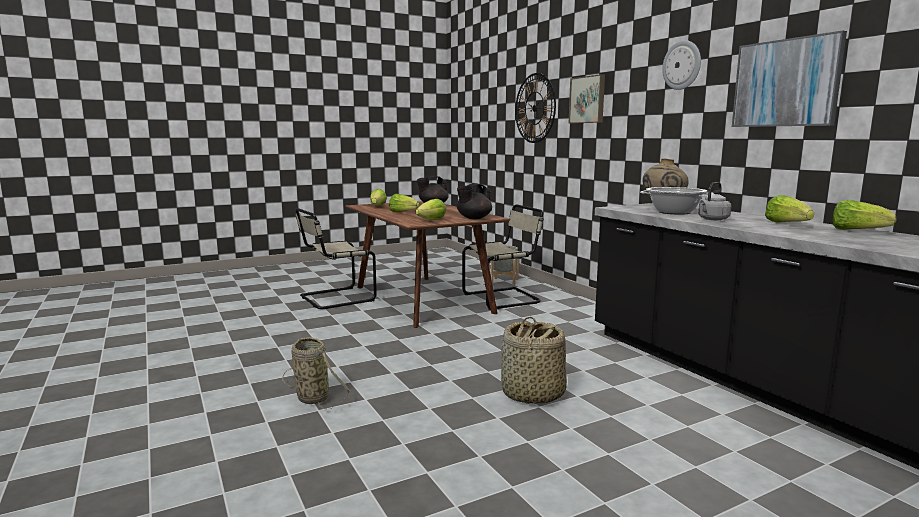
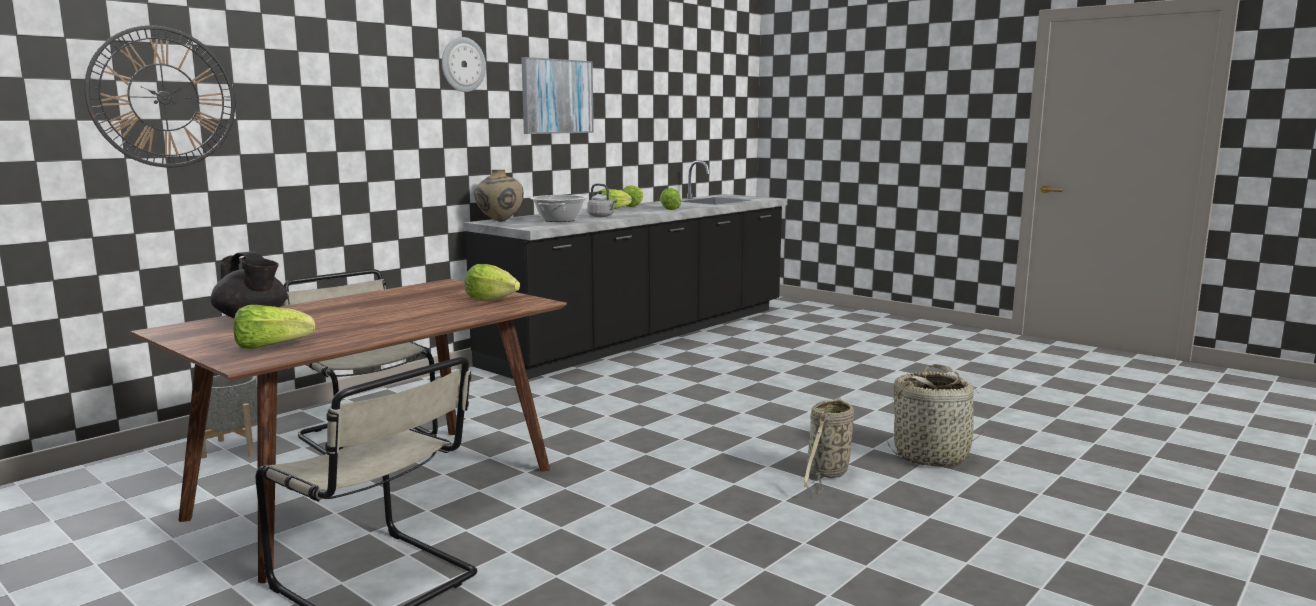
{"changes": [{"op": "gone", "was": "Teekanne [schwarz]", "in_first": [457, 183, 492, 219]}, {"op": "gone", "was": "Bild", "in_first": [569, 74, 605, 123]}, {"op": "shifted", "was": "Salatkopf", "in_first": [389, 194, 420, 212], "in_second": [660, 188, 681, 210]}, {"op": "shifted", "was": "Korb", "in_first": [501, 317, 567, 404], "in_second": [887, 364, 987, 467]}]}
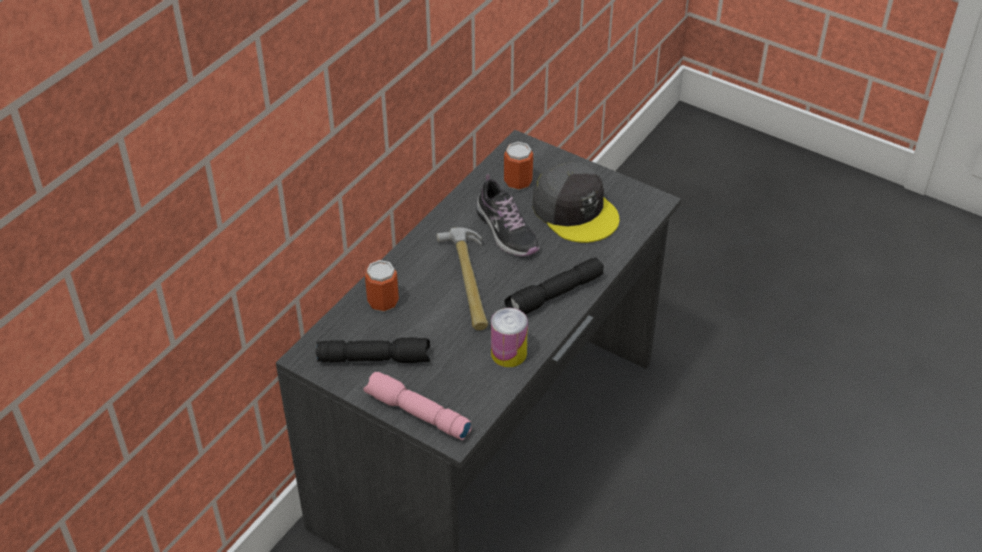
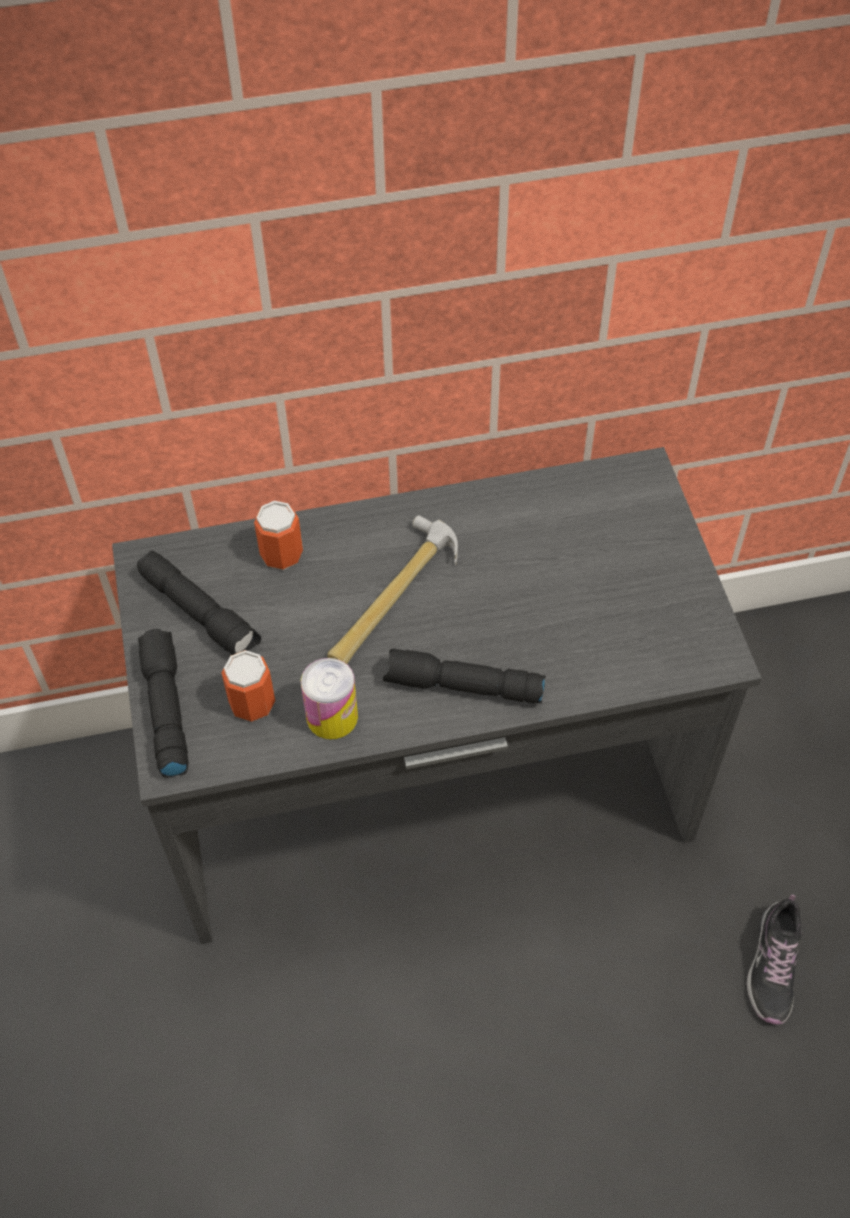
{"changes": [{"op": "gone", "was": "Kappe [grau]", "in_first": [532, 162, 620, 243]}, {"op": "shifted", "was": "Schuh", "in_first": [476, 174, 540, 256], "in_second": [747, 894, 801, 1025]}, {"op": "shifted", "was": "Dose", "in_first": [504, 142, 533, 190], "in_second": [222, 650, 275, 722]}, {"op": "repainted", "was": "Taschenlampe [rosa]", "now": "Taschenlampe [schwarz]", "in_first": [363, 372, 471, 440], "in_second": [138, 629, 189, 778]}]}
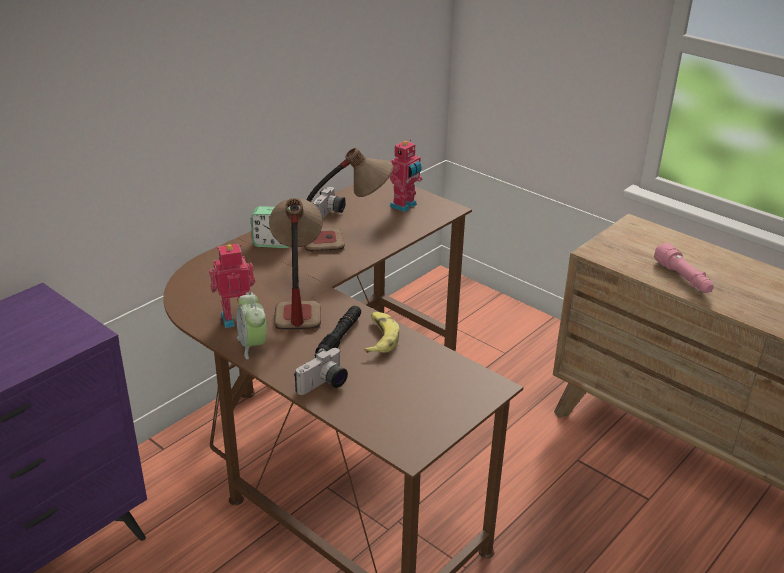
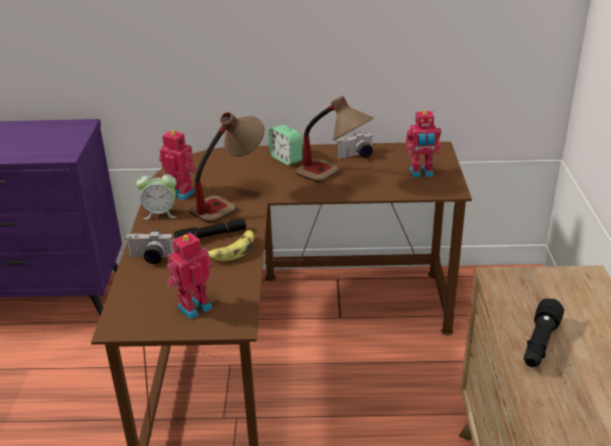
{"changes": [{"op": "new", "now": "Spielzeugroboter", "in_second": [167, 232, 213, 319]}, {"op": "repainted", "was": "Taschenlampe [rosa]", "now": "Taschenlampe [schwarz]", "in_first": [654, 242, 714, 293], "in_second": [524, 298, 564, 367]}, {"op": "rotated", "was": "Wecker", "in_first": [236, 292, 267, 359], "in_second": [136, 169, 177, 219], "clockwise": -120}]}
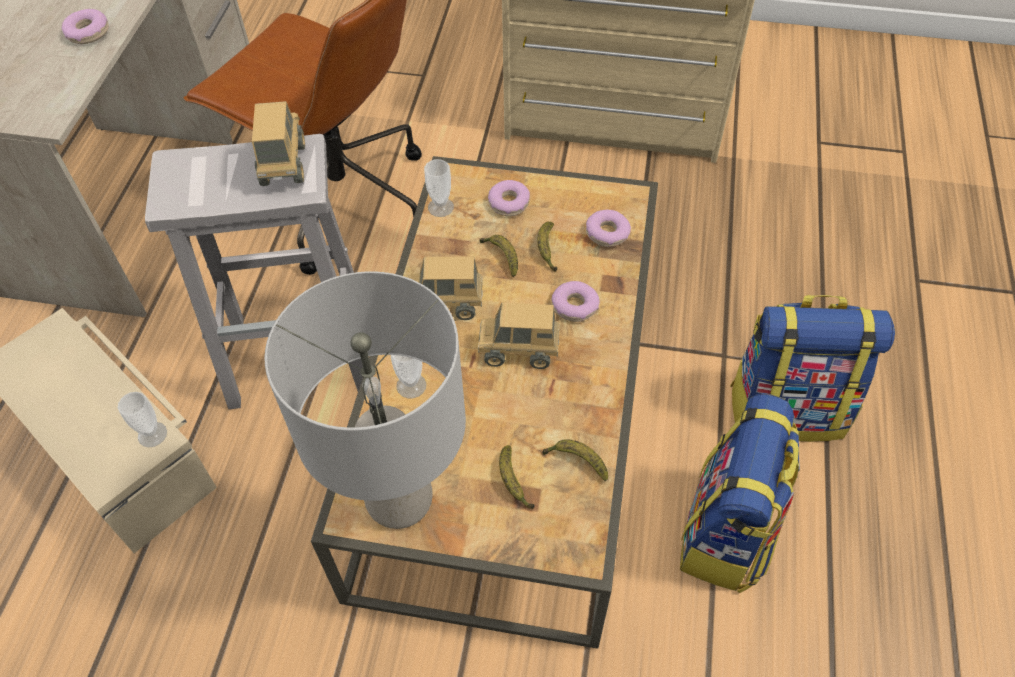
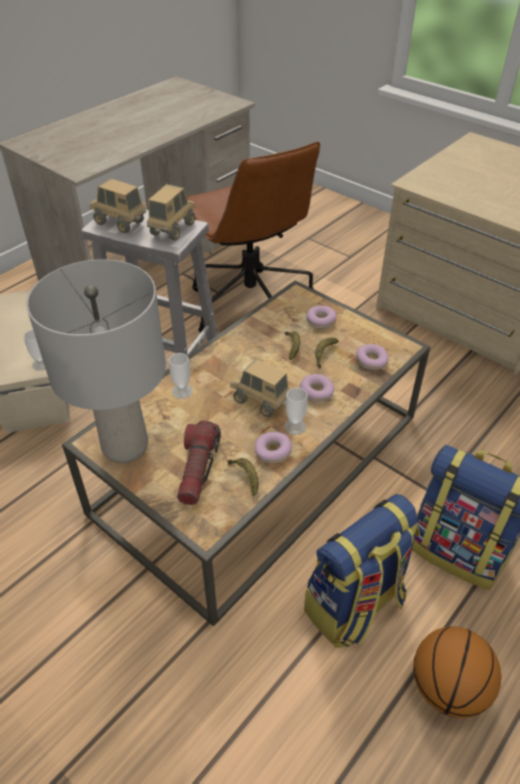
{"changes": [{"op": "new", "now": "Basketball", "in_second": [413, 626, 501, 718]}, {"op": "shifted", "was": "Donut", "in_first": [62, 9, 109, 44], "in_second": [255, 432, 292, 463]}, {"op": "shifted", "was": "Spielzeuglaster", "in_first": [406, 256, 483, 320], "in_second": [89, 178, 146, 233]}, {"op": "shifted", "was": "Tasse", "in_first": [424, 159, 454, 217], "in_second": [284, 387, 308, 435]}, {"op": "swapped", "was": "Banane", "now": "Taschenlampe", "in_first": [499, 445, 535, 509], "in_second": [177, 420, 221, 505]}]}
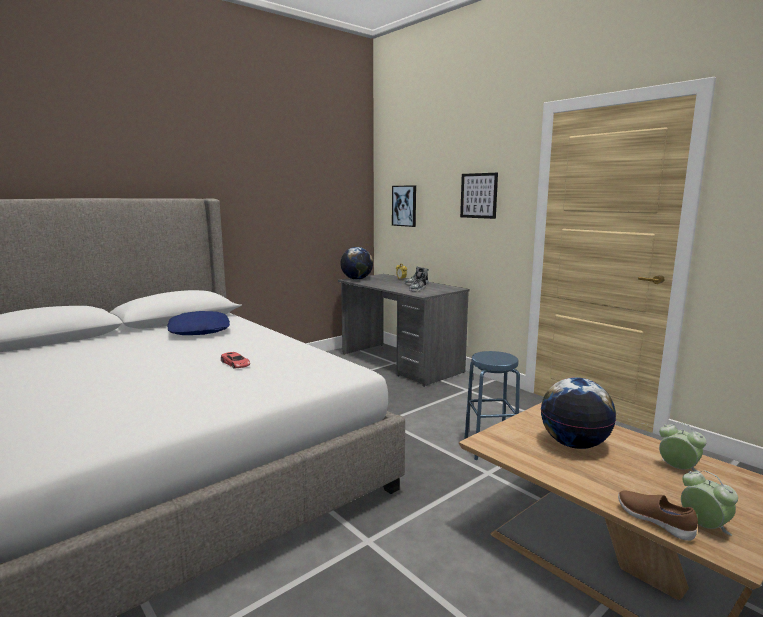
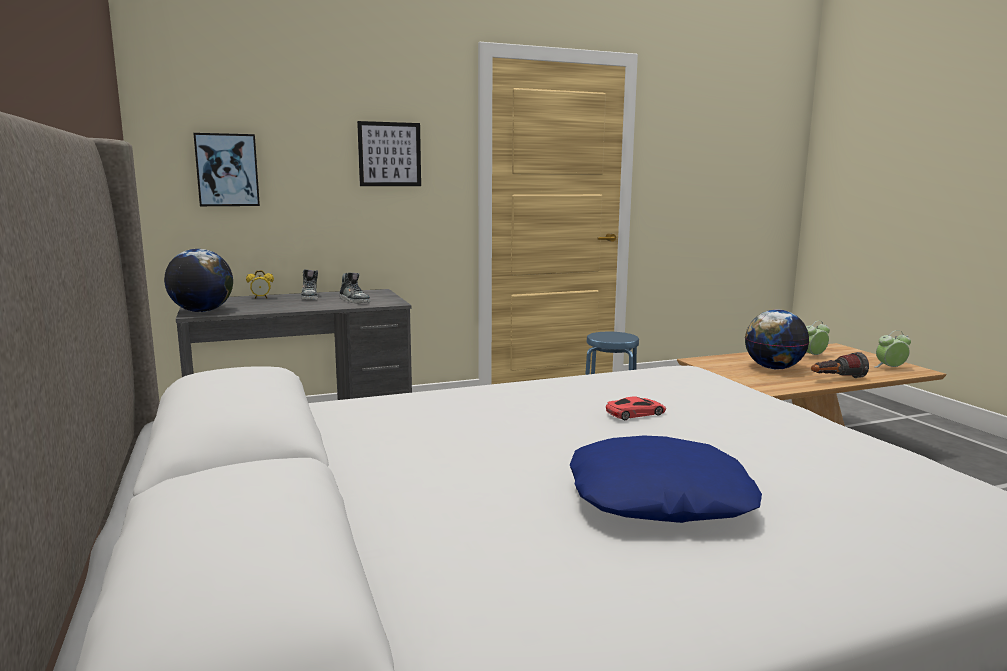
{"changes": [{"op": "gone", "was": "Schuh [braun]", "in_first": [618, 490, 698, 541]}, {"op": "new", "now": "Taschenlampe", "in_second": [811, 352, 869, 378]}, {"op": "shifted", "was": "Kissen [blau]", "in_first": [167, 311, 230, 335], "in_second": [570, 435, 762, 523]}]}
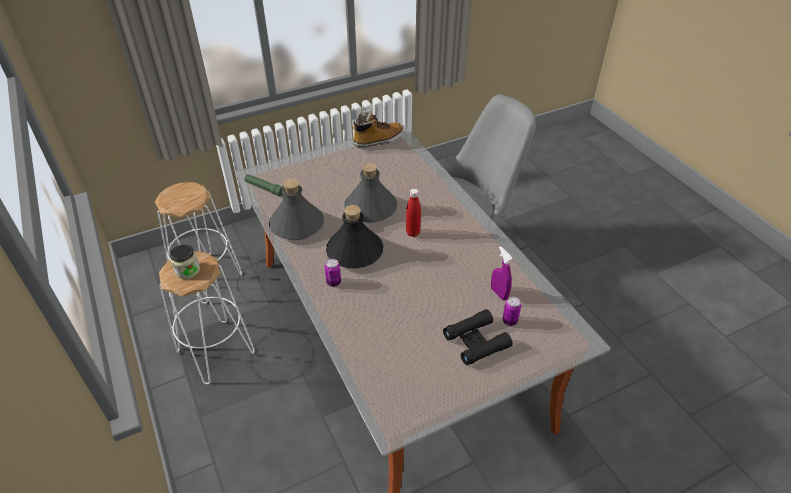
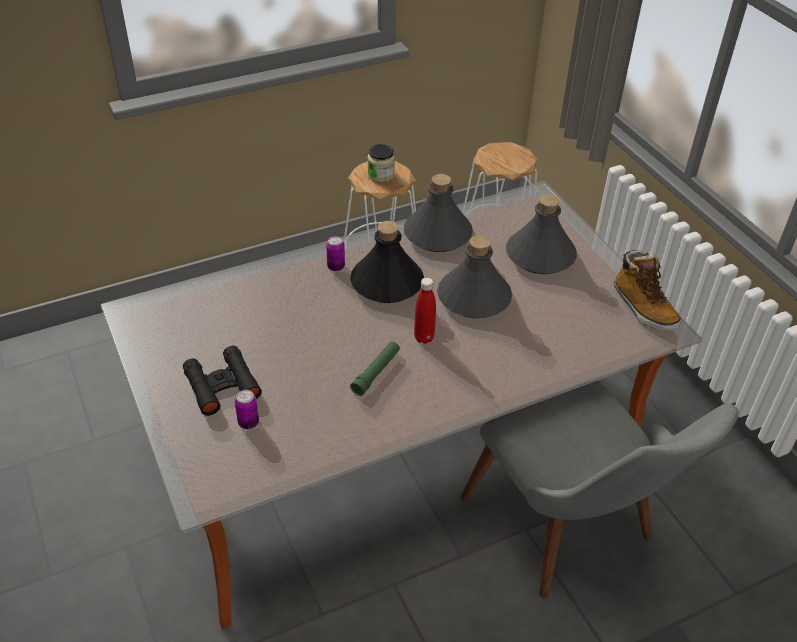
{"changes": [{"op": "gone", "was": "Sprühflasche [lila]", "in_first": [491, 246, 512, 300]}, {"op": "new", "now": "Flasche [grau]", "in_second": [506, 194, 577, 274]}, {"op": "shifted", "was": "Taschenlampe [grün]", "in_first": [244, 174, 283, 197], "in_second": [350, 341, 400, 396]}]}
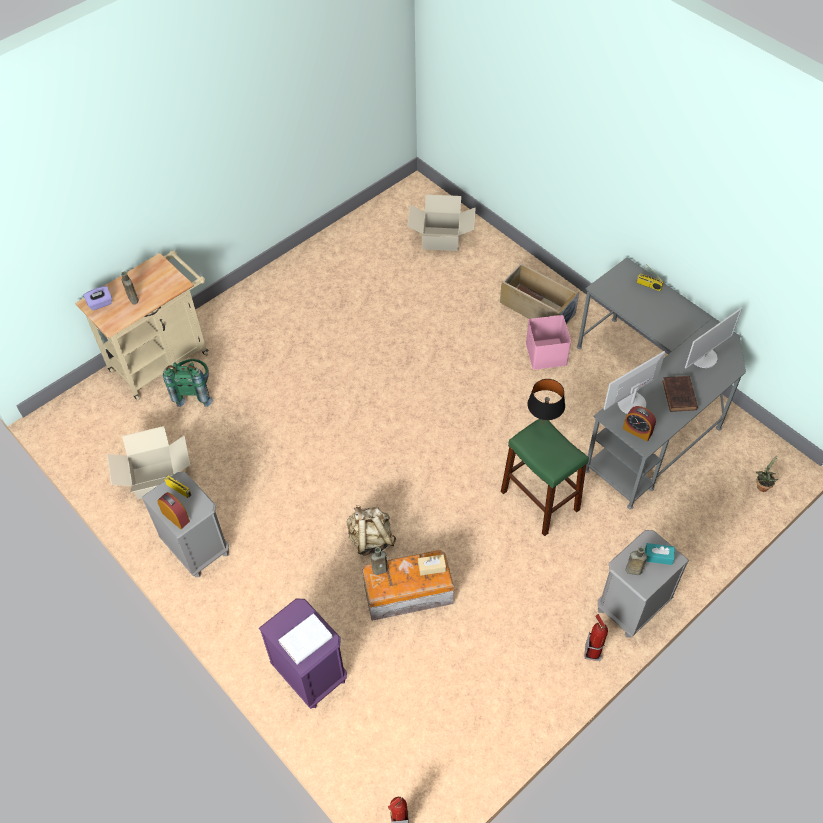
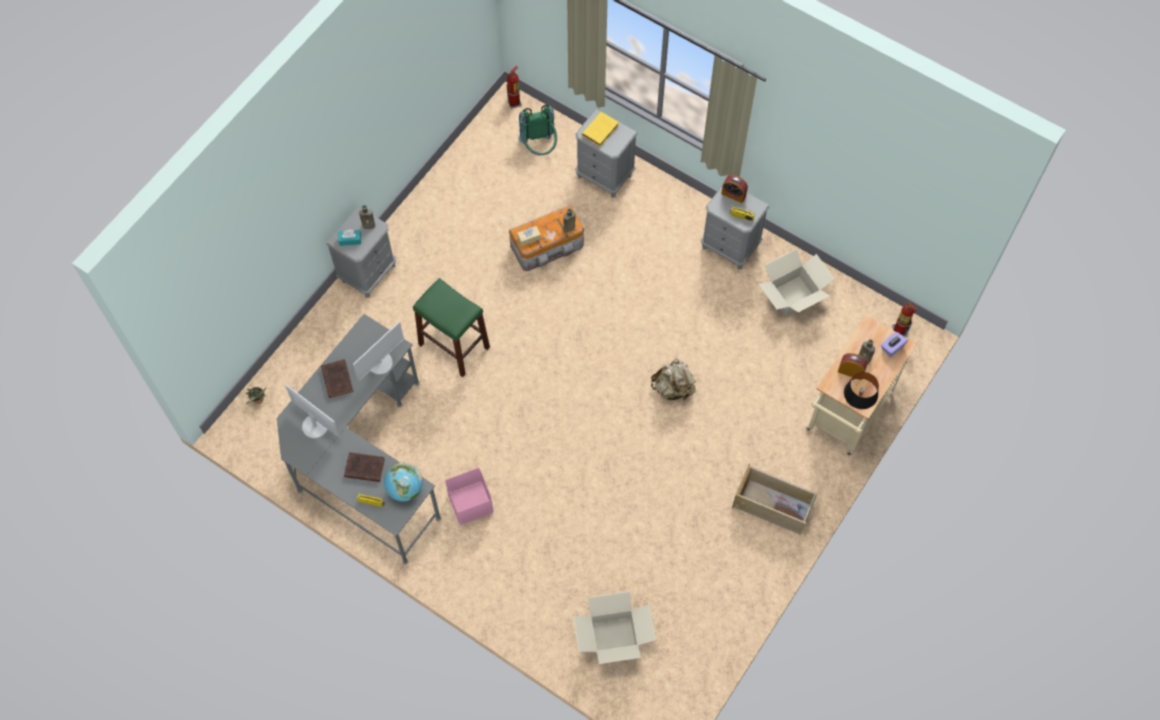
{"changes": [{"op": "new", "now": "Buch [braun]", "in_second": [344, 452, 385, 482]}, {"op": "new", "now": "Globus", "in_second": [384, 463, 423, 501]}, {"op": "shifted", "was": "Rucksack [grün]", "in_first": [163, 359, 213, 407], "in_second": [518, 105, 557, 155]}, {"op": "shifted", "was": "Rucksack [beige]", "in_first": [347, 505, 396, 556], "in_second": [651, 359, 696, 402]}, {"op": "shifted", "was": "Aufbewahrungsbox [beige]", "in_first": [500, 263, 579, 324], "in_second": [732, 464, 818, 535]}, {"op": "shifted", "was": "Tischlampe [schwarz]", "in_first": [528, 379, 565, 425], "in_second": [844, 372, 879, 409]}, {"op": "shifted", "was": "Feuerlöscher", "in_first": [584, 614, 608, 661], "in_second": [892, 302, 917, 336]}, {"op": "shifted", "was": "Wecker", "in_first": [623, 406, 656, 441], "in_second": [838, 353, 868, 380]}, {"op": "repainted", "was": "Nachttisch [lila]", "now": "Nachttisch [grau]", "in_first": [259, 598, 347, 709], "in_second": [575, 109, 638, 198]}, {"op": "repainted", "was": "Buch [weiß]", "now": "Buch [gelb]", "in_first": [279, 613, 333, 664], "in_second": [582, 112, 619, 147]}, {"op": "rotated", "was": "Monitor", "in_first": [685, 308, 742, 369], "in_second": [285, 384, 340, 438], "clockwise": 90}]}
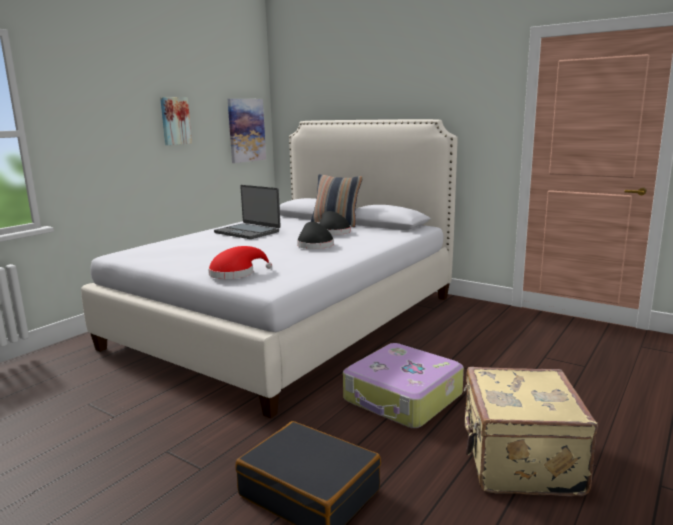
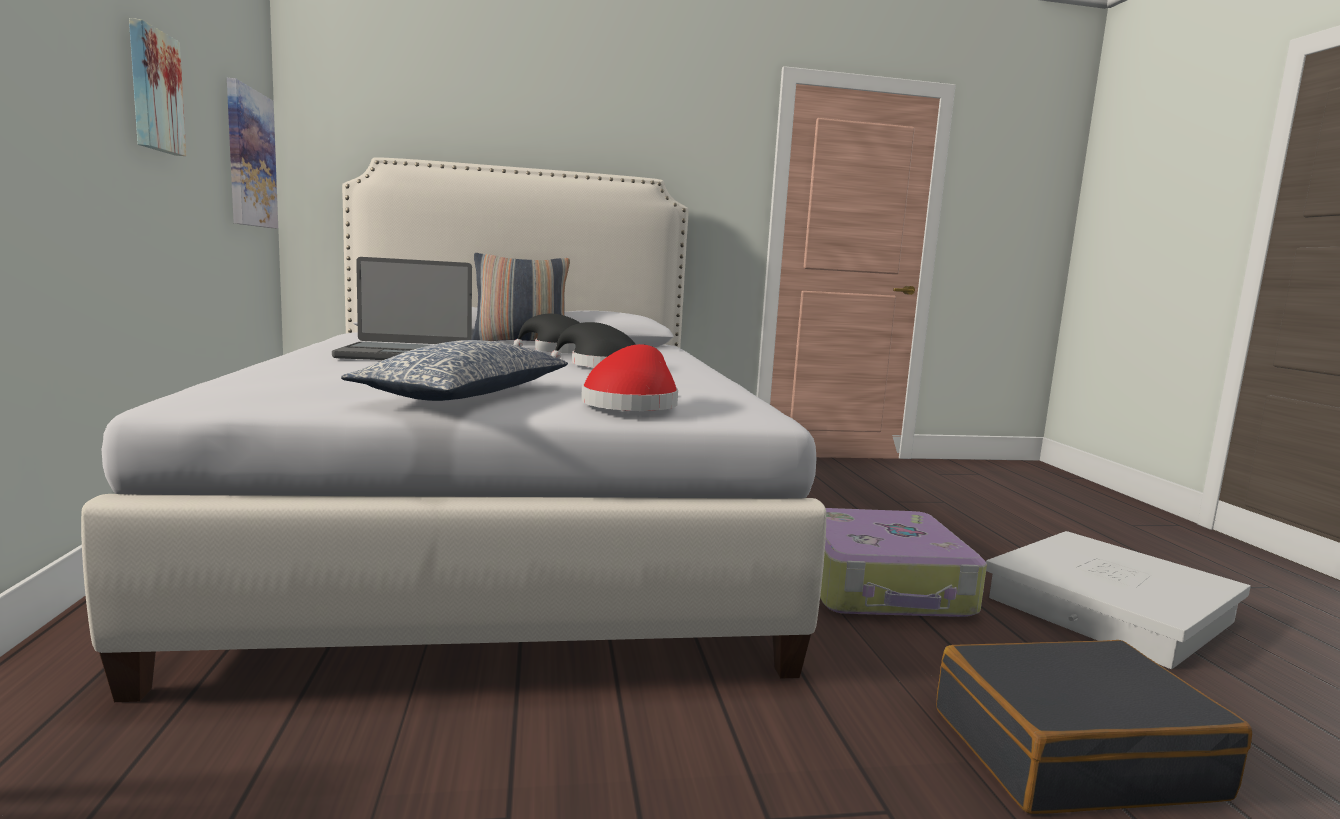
{"changes": [{"op": "new", "now": "Kissen", "in_second": [341, 340, 568, 401]}, {"op": "swapped", "was": "Koffer [beige]", "now": "Aufbewahrungsbox [weiß]", "in_first": [464, 367, 598, 496], "in_second": [986, 531, 1251, 669]}]}
